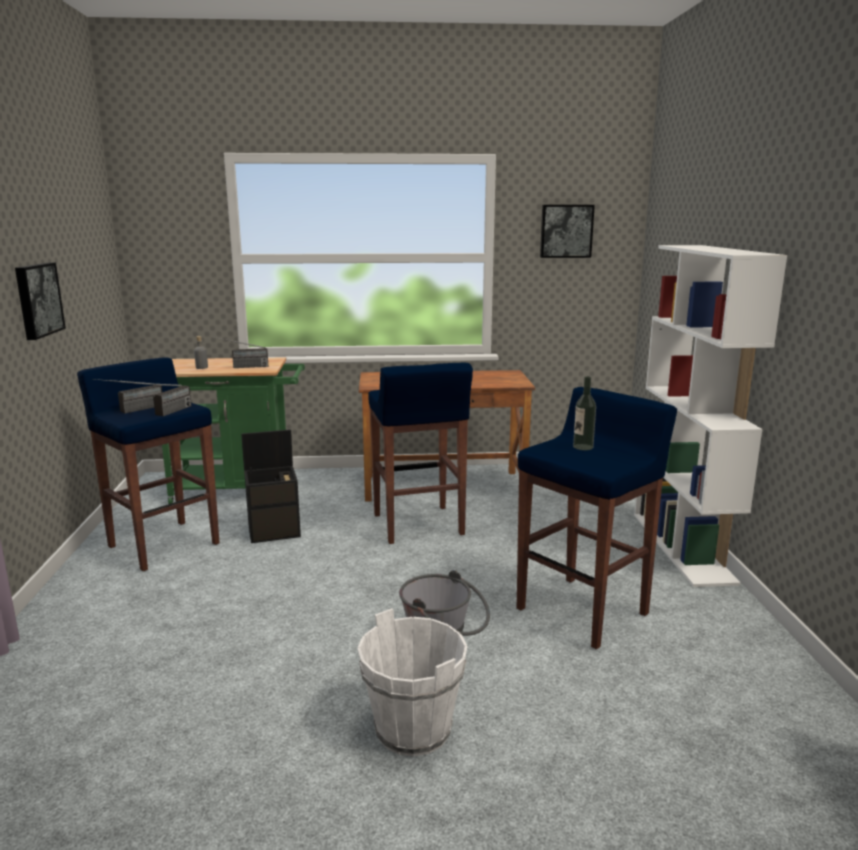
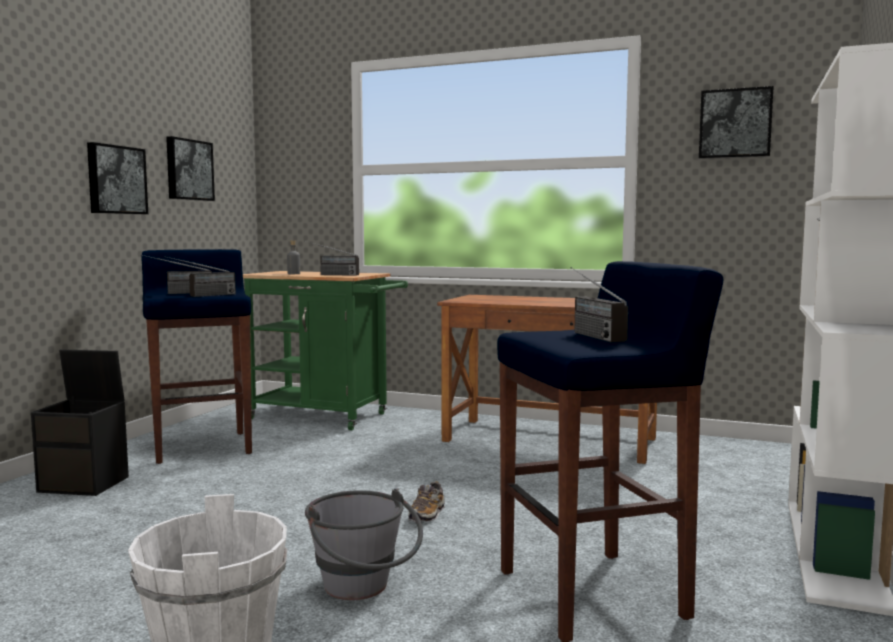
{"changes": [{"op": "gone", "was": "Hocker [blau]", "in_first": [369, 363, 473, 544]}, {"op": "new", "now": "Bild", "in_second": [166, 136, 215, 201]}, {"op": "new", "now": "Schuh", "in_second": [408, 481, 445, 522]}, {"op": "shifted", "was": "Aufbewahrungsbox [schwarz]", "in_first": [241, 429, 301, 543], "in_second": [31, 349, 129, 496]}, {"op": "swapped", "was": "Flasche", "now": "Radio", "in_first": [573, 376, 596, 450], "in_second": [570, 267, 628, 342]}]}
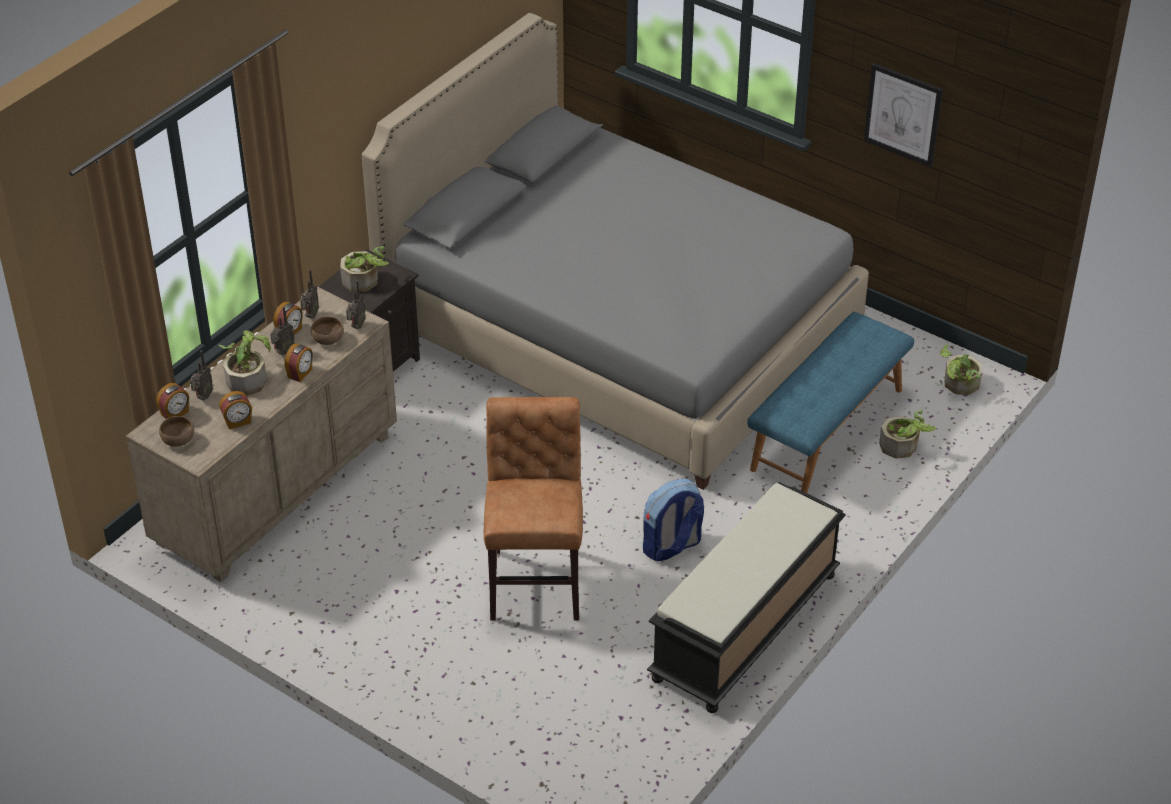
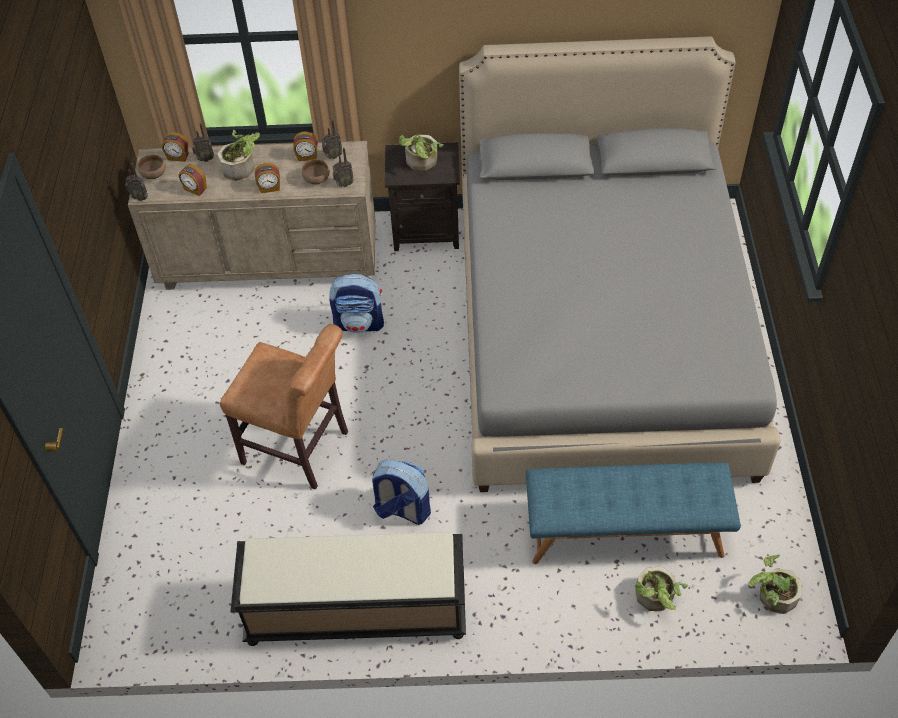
{"changes": [{"op": "gone", "was": "Bild", "in_first": [864, 63, 943, 167]}, {"op": "new", "now": "Rucksack", "in_second": [329, 273, 384, 333]}, {"op": "shifted", "was": "Radio", "in_first": [270, 307, 295, 355], "in_second": [125, 163, 148, 201]}, {"op": "rotated", "was": "Stuhl [braun]", "in_first": [484, 397, 583, 621], "in_second": [220, 324, 348, 490], "clockwise": 60}]}
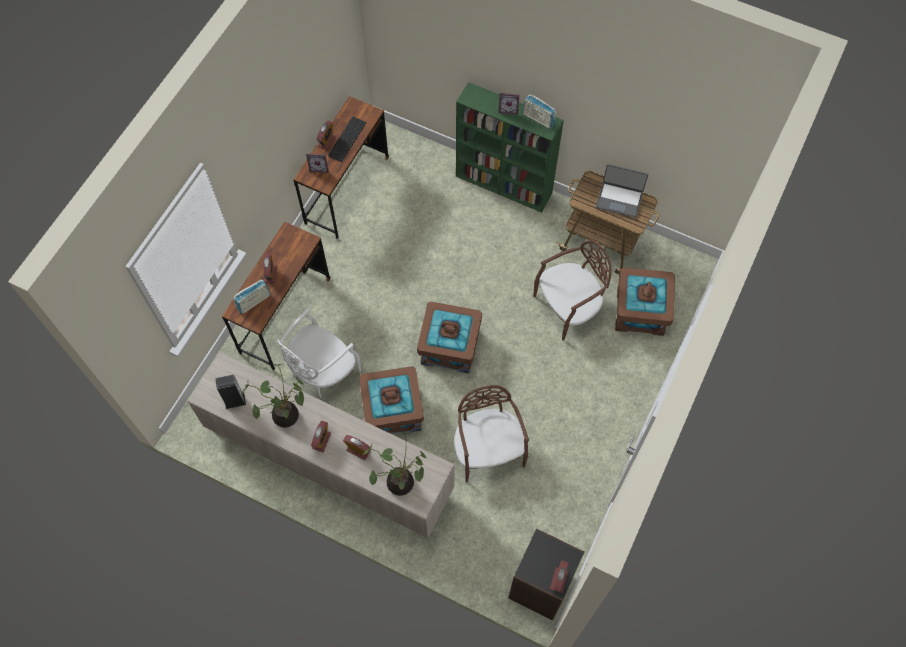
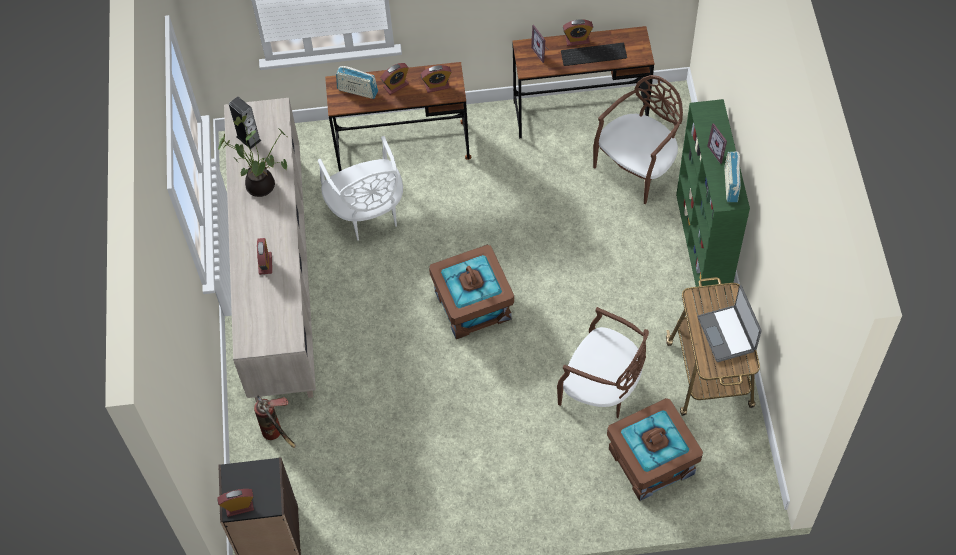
{"changes": [{"op": "gone", "was": "Aufbewahrungsbox [braun]", "in_first": [359, 366, 424, 434]}, {"op": "gone", "was": "Topfpflanze", "in_first": [363, 432, 426, 496]}, {"op": "new", "now": "Feuerlöscher", "in_second": [254, 395, 296, 448]}, {"op": "shifted", "was": "Wecker", "in_first": [311, 421, 331, 452], "in_second": [421, 65, 451, 93]}, {"op": "shifted", "was": "Stuhl [braun]", "in_first": [454, 385, 529, 482], "in_second": [593, 75, 683, 204]}, {"op": "rotated", "was": "Stuhl [weiß]", "in_first": [278, 308, 361, 398], "in_second": [318, 136, 403, 241], "clockwise": -120}]}
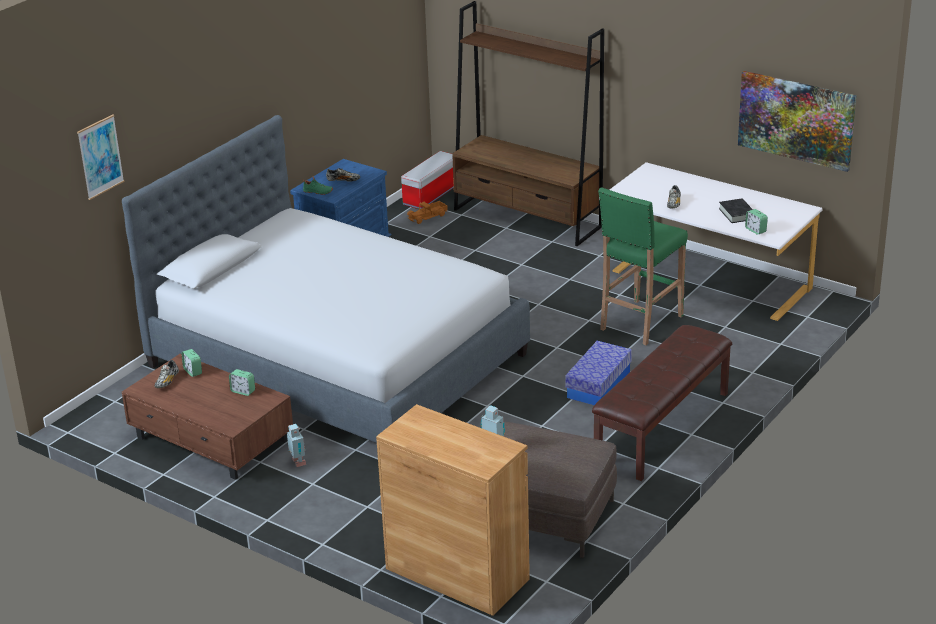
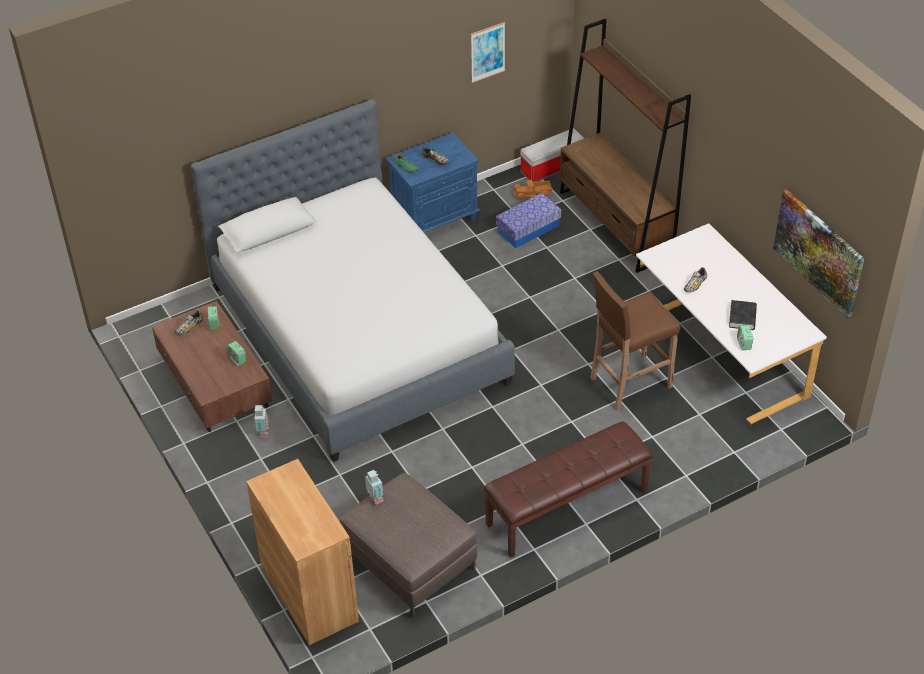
{"changes": [{"op": "shifted", "was": "Bild", "in_first": [77, 115, 124, 200], "in_second": [471, 22, 505, 83]}, {"op": "shifted", "was": "Aufbewahrungsbox", "in_first": [565, 341, 632, 405], "in_second": [496, 193, 561, 248]}, {"op": "repainted", "was": "Hocker [grün]", "now": "Hocker [braun]", "in_first": [598, 187, 688, 345], "in_second": [590, 271, 680, 411]}]}
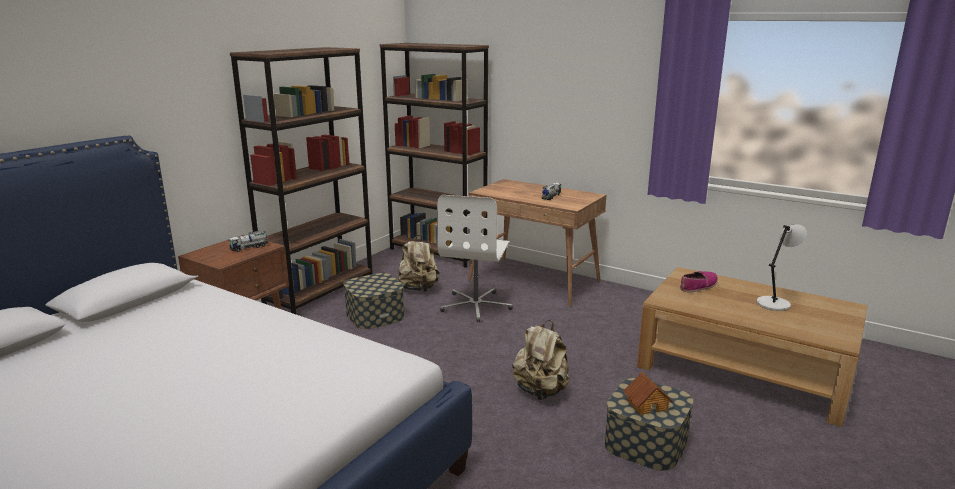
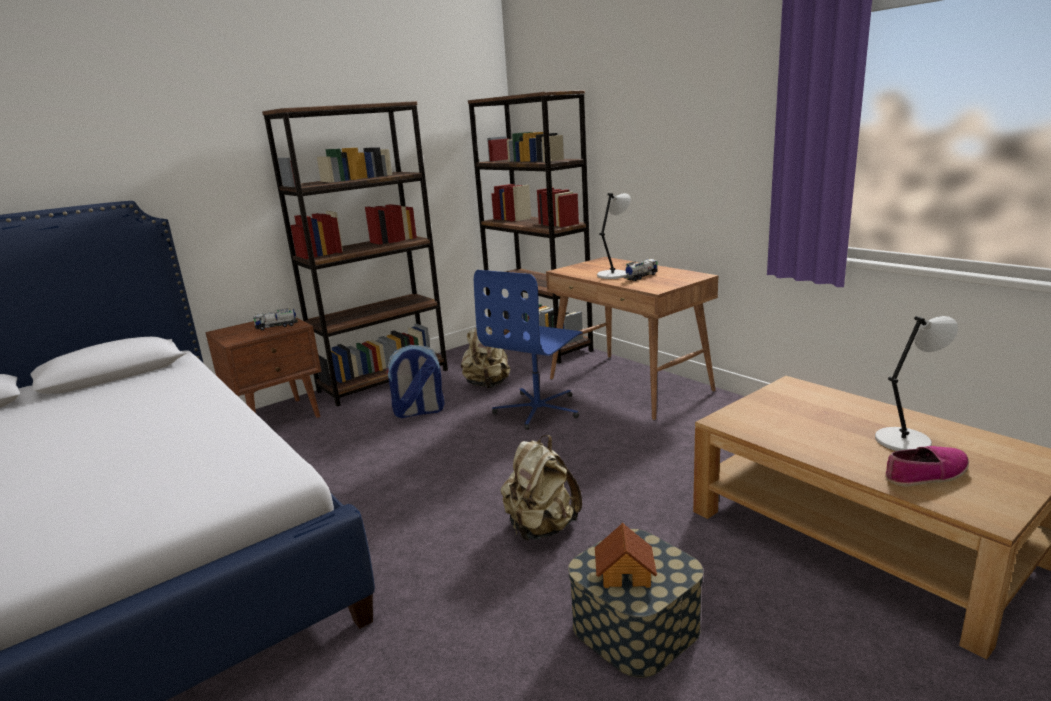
{"changes": [{"op": "new", "now": "Tischlampe [grau]", "in_second": [597, 193, 631, 279]}, {"op": "shifted", "was": "Schuh", "in_first": [680, 271, 718, 293], "in_second": [885, 446, 969, 487]}, {"op": "swapped", "was": "Aufbewahrungsbox", "now": "Rucksack", "in_first": [343, 273, 404, 329], "in_second": [386, 345, 445, 418]}, {"op": "repainted", "was": "Bürostuhl [weiß]", "now": "Bürostuhl [blau]", "in_first": [437, 195, 513, 322], "in_second": [474, 270, 582, 430]}]}
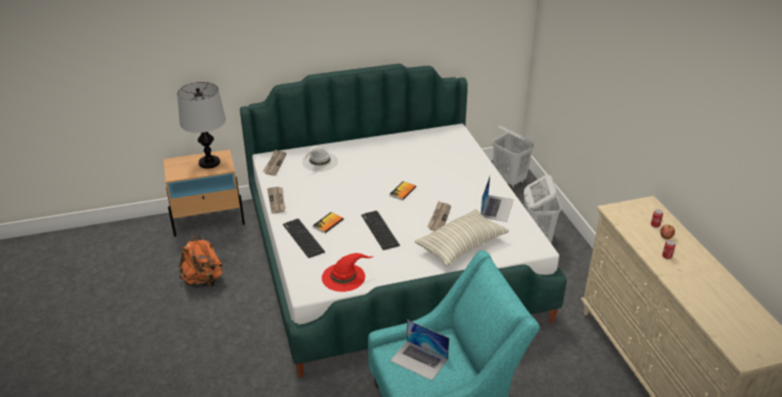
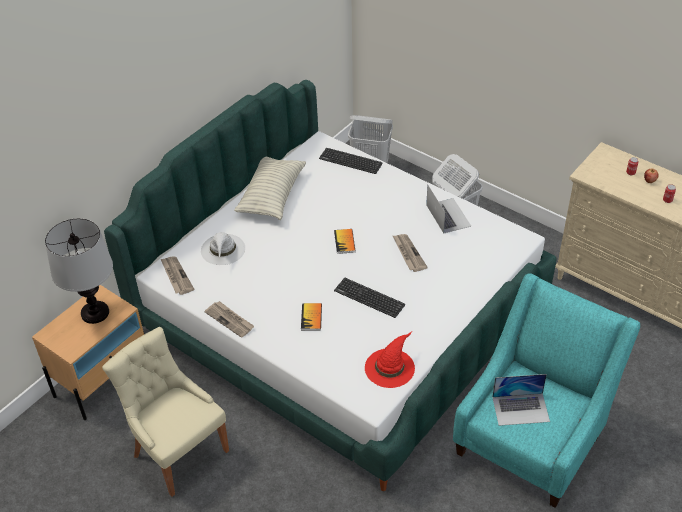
{"changes": [{"op": "shifted", "was": "Tastatur", "in_first": [283, 219, 325, 258], "in_second": [319, 148, 383, 174]}, {"op": "shifted", "was": "Kissen", "in_first": [415, 209, 509, 267], "in_second": [234, 157, 306, 220]}, {"op": "swapped", "was": "Rucksack [orange]", "now": "Stuhl [beige]", "in_first": [178, 234, 223, 287], "in_second": [102, 327, 229, 497]}]}
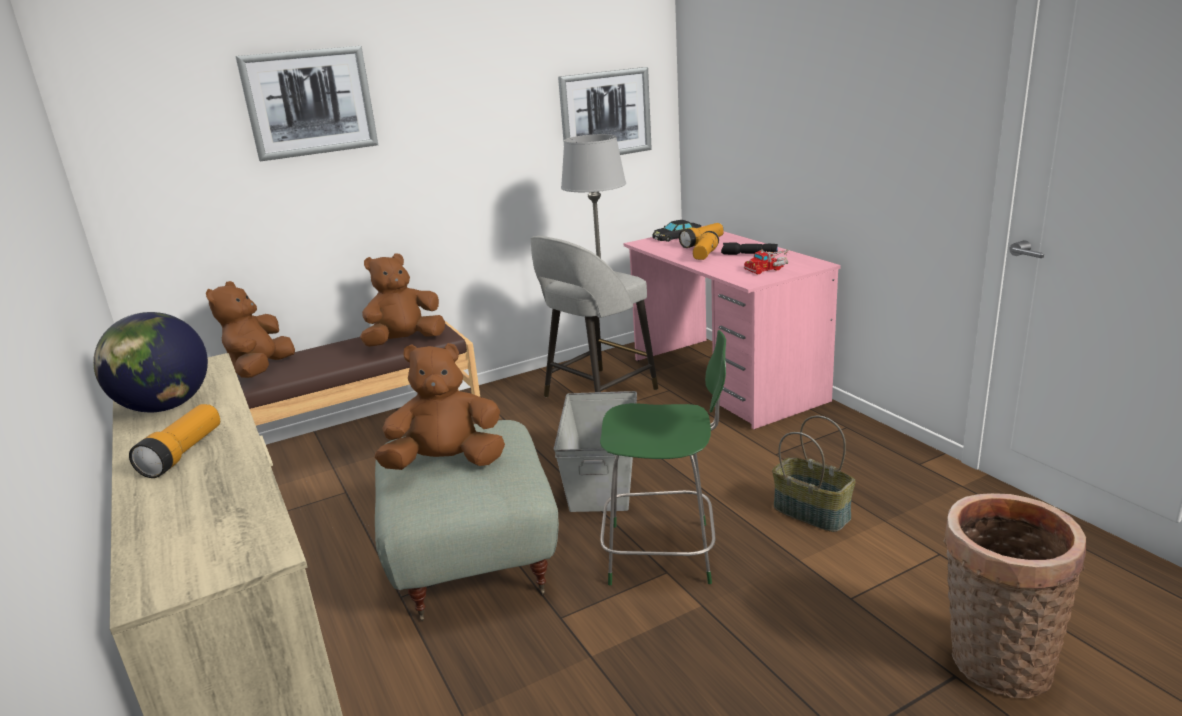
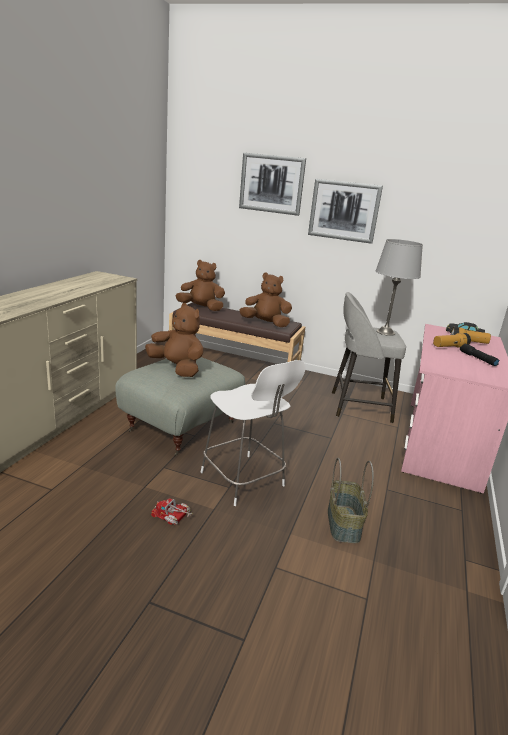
{"changes": [{"op": "gone", "was": "Globus", "in_first": [93, 312, 208, 412]}, {"op": "gone", "was": "Taschenlampe", "in_first": [129, 404, 220, 478]}, {"op": "gone", "was": "Aufbewahrungsbox [grau]", "in_first": [554, 391, 637, 512]}, {"op": "gone", "was": "Korb", "in_first": [943, 493, 1086, 699]}, {"op": "shifted", "was": "Bild", "in_first": [558, 67, 652, 155], "in_second": [308, 179, 383, 244]}, {"op": "shifted", "was": "Spielzeuglaster", "in_first": [744, 249, 790, 274], "in_second": [151, 498, 193, 525]}, {"op": "repainted", "was": "Stuhl [grün]", "now": "Stuhl [weiß]", "in_first": [600, 330, 726, 585], "in_second": [200, 360, 306, 506]}, {"op": "rotated", "was": "Plüschtier [braun]", "in_first": [206, 281, 295, 378], "in_second": [176, 260, 225, 311], "clockwise": 45}]}
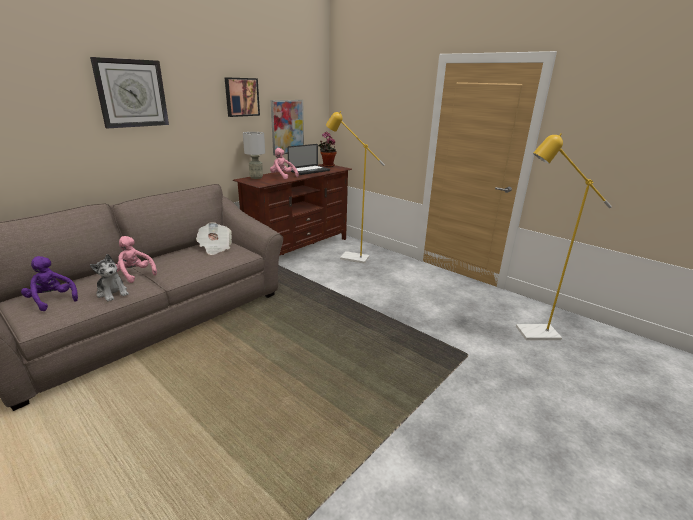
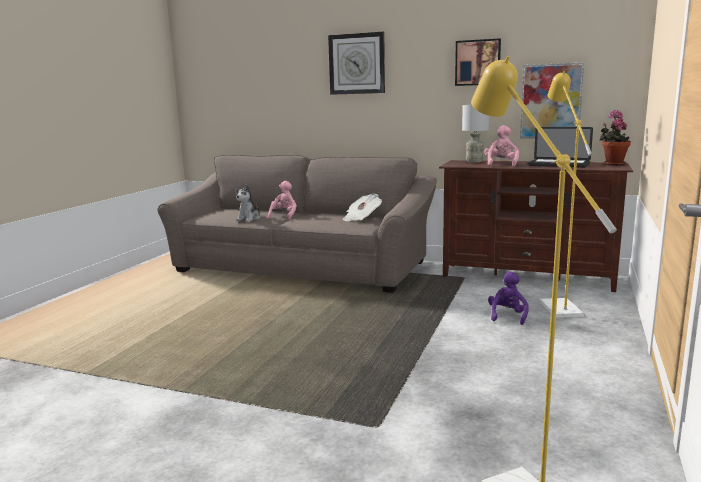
{"changes": [{"op": "shifted", "was": "Plüschtier [lila]", "in_first": [21, 256, 78, 311], "in_second": [488, 272, 529, 325]}]}
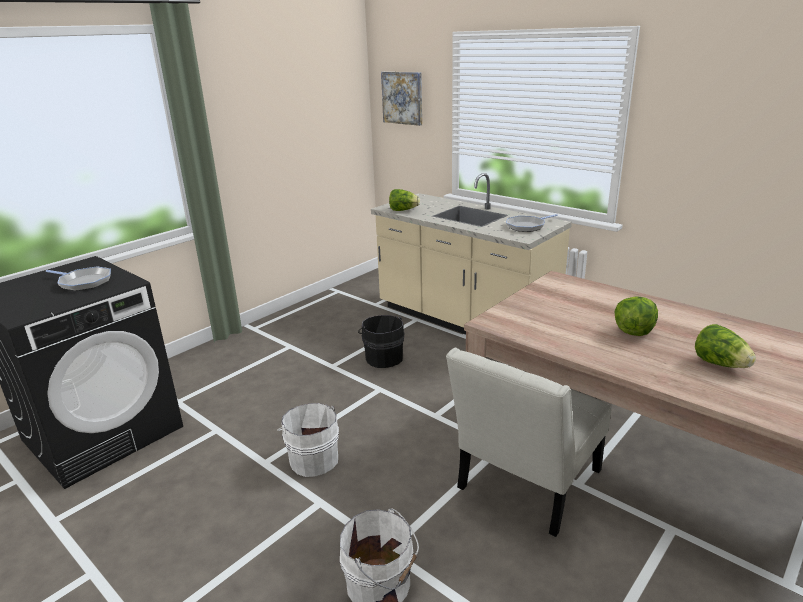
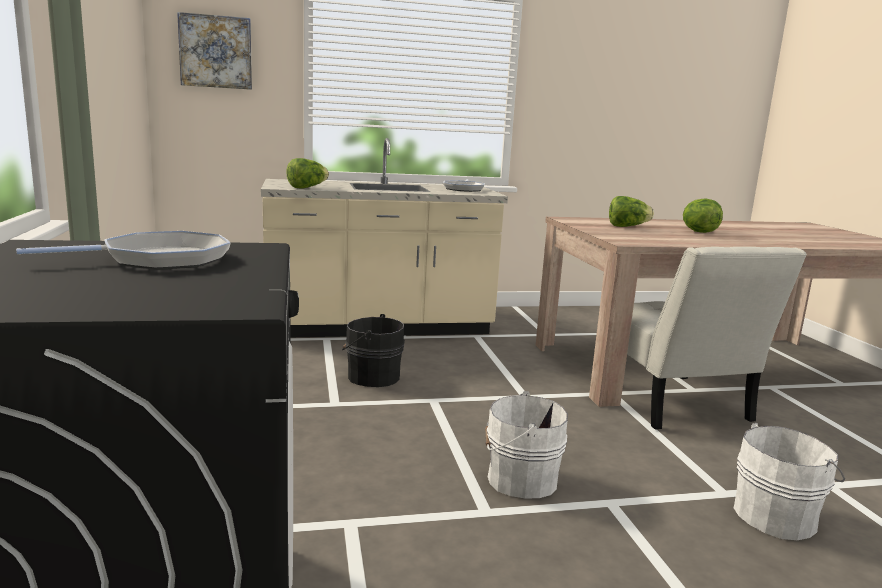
{"changes": [{"op": "shifted", "was": "Salatkopf", "in_first": [695, 324, 756, 368], "in_second": [609, 196, 654, 227]}]}
